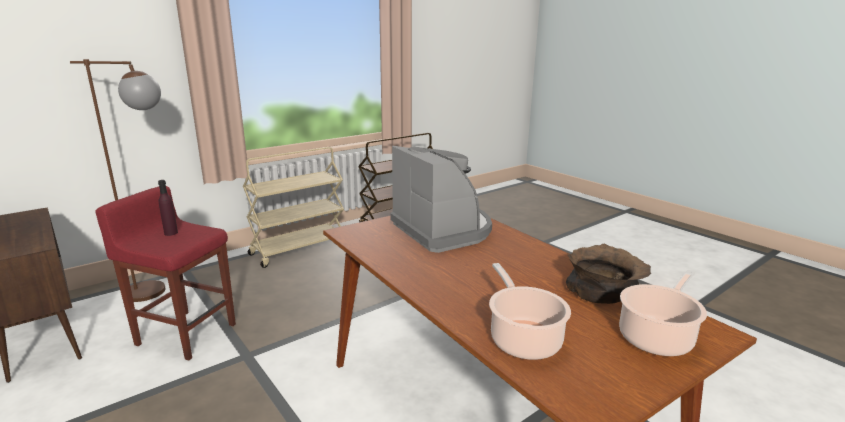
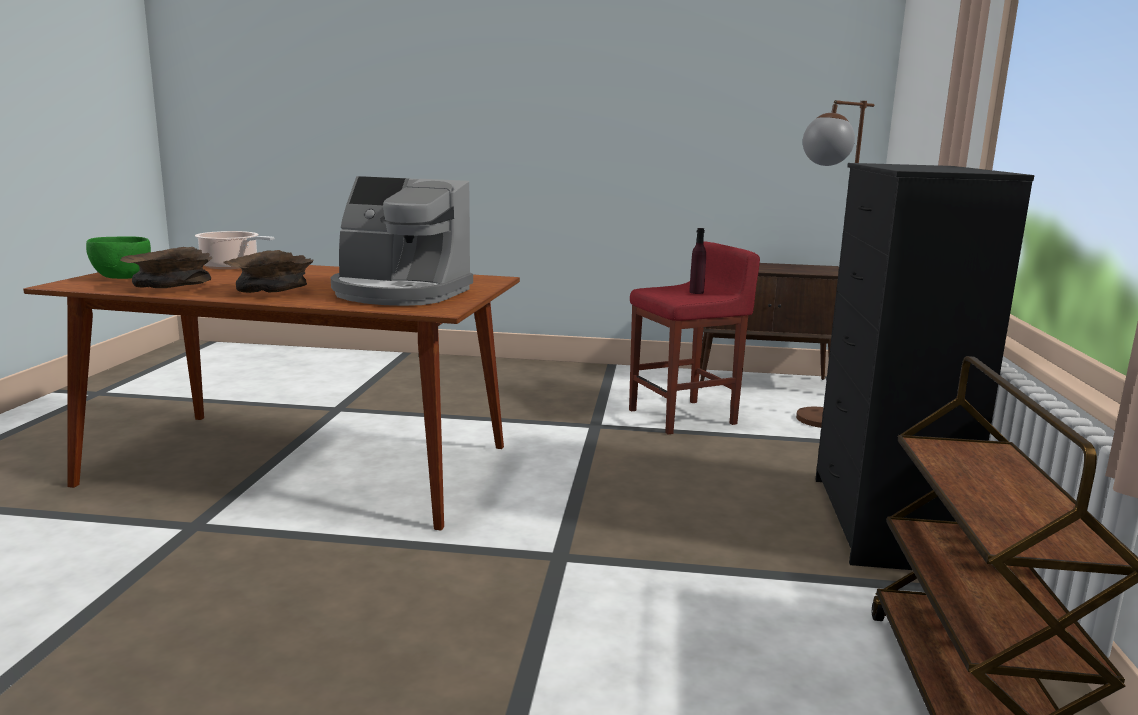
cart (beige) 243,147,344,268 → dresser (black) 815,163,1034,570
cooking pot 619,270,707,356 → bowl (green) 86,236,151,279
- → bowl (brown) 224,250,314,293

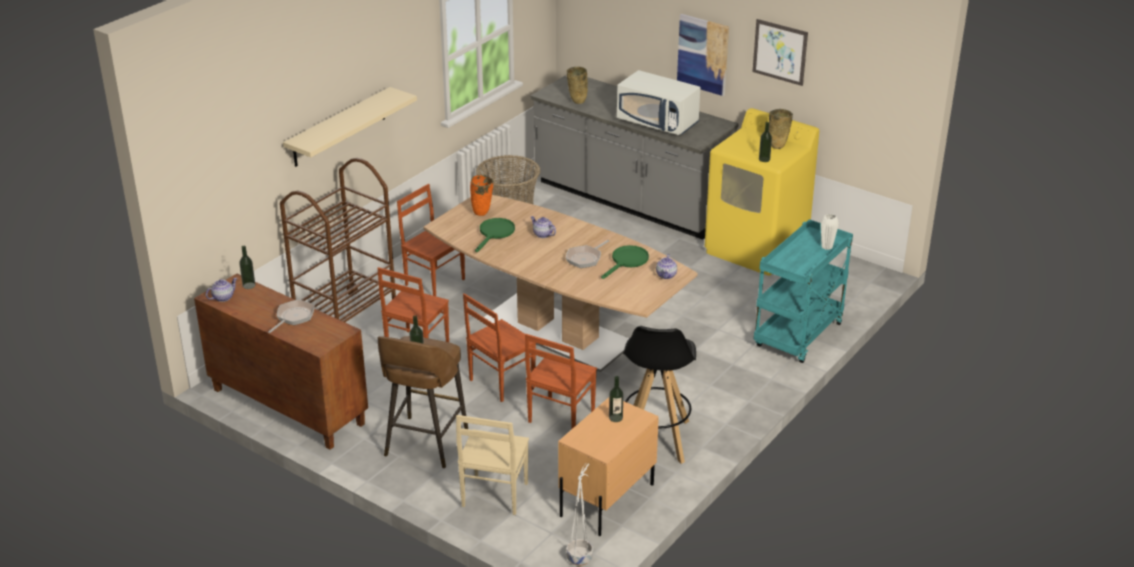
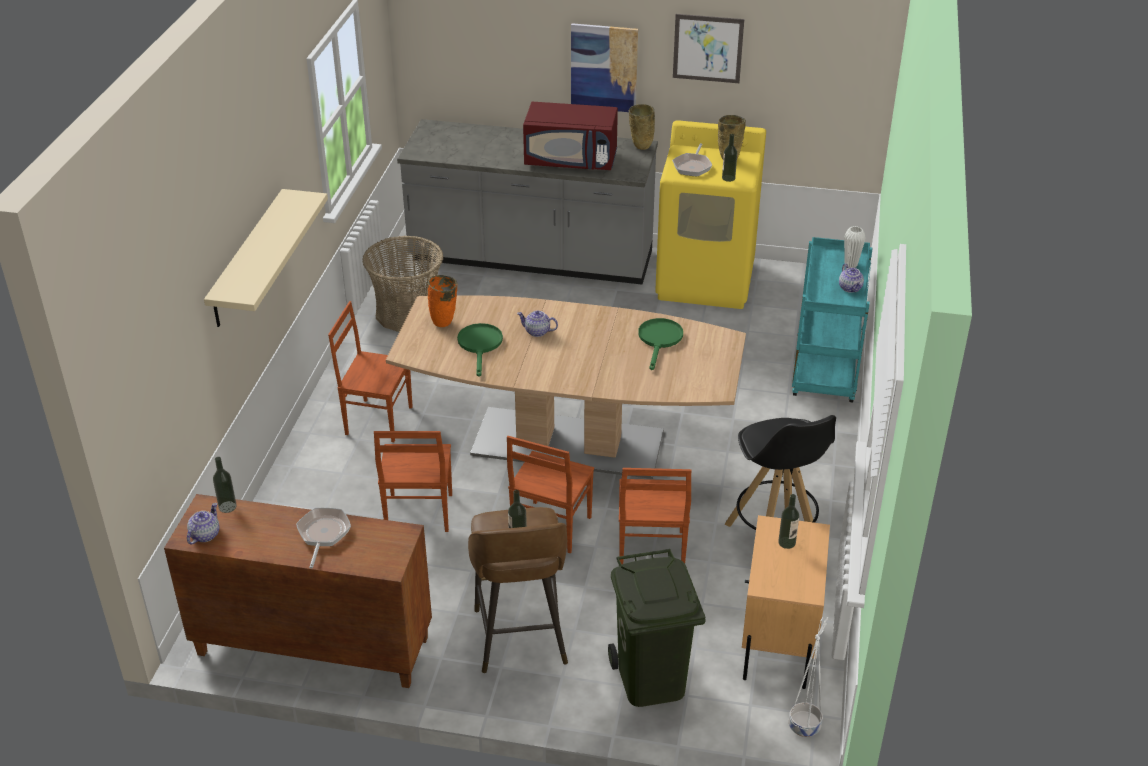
vase (beige) 566,67,588,104 → vase (beige) 629,104,655,150, relocated
microwave (white) 617,70,701,135 → microwave (red) 523,102,618,170
cart (brown) 280,158,396,322 → -
frying pan 566,240,609,268 → frying pan 672,143,712,176, relocated
teapot 656,254,677,279 → teapot 839,263,864,293, relocated
chair (beige) 456,415,529,515 → trash can (green) 608,549,705,707

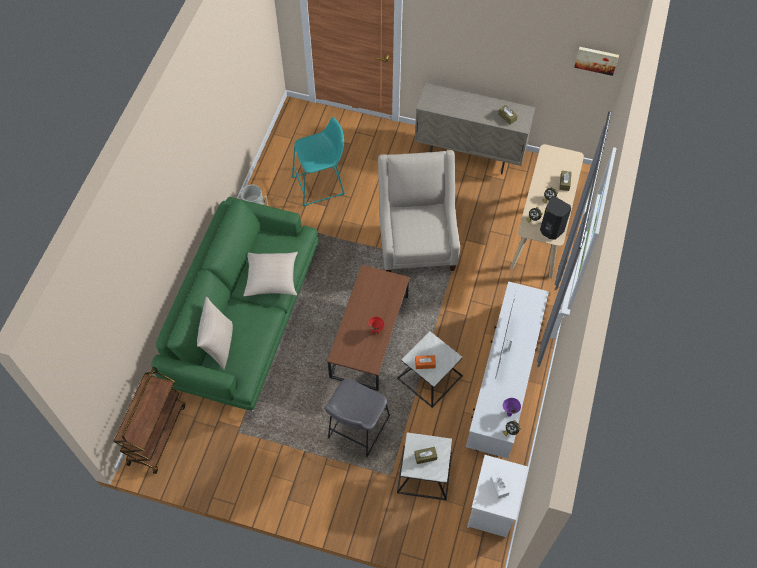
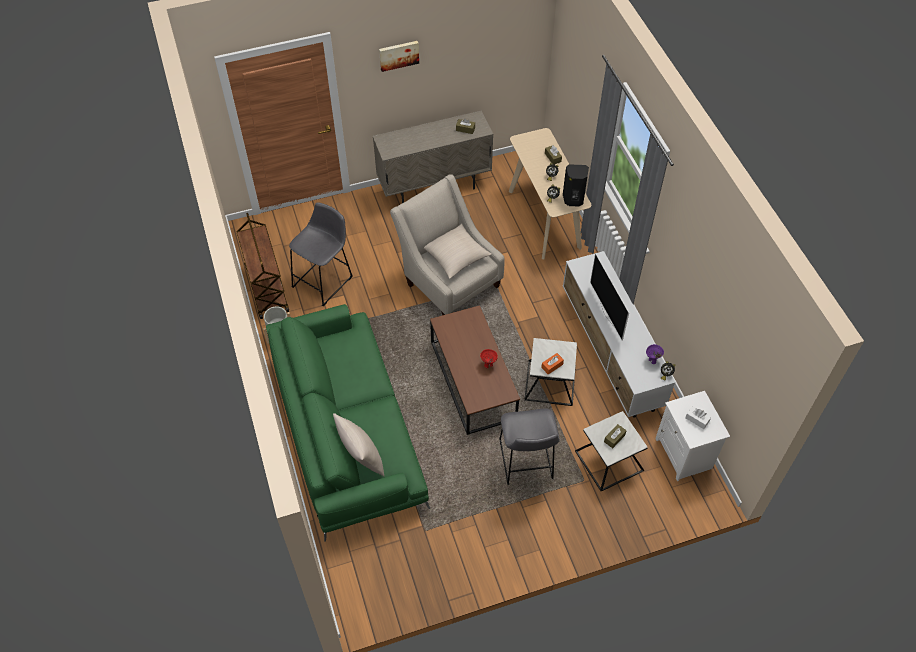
picture 574,47,619,76 → picture 379,41,419,72, relocated
stool (turquoise) 291,117,345,206 → stool (grey) 289,202,353,306
pillow (beige) 243,252,298,296 → pillow (beige) 424,223,492,279, relocated
cart (brown) 113,367,185,474 → cart (brown) 236,213,289,319, relocated

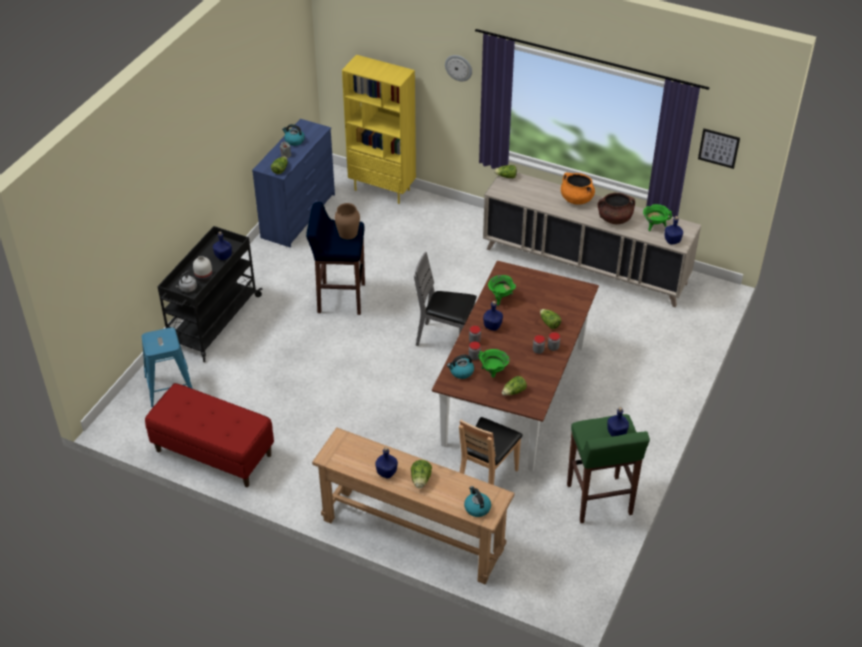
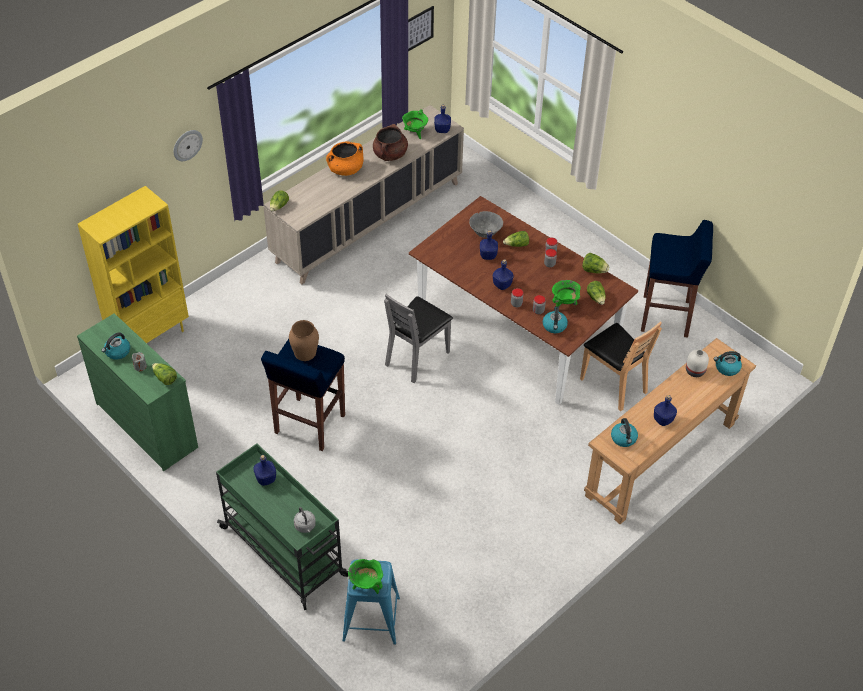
dresser (blue) 252,119,335,248 → dresser (green) 77,313,198,471
cart (black) 157,226,263,362 → cart (green) 216,443,348,610
vase (white) 193,256,213,282 → vase (white) 686,349,709,377, relocated
cooking pot (green) 488,275,516,306 → cooking pot (green) 348,559,383,594, relocated
bench (red) 145,383,274,487 → -
bottle (blue) 607,407,629,437 → bottle (blue) 480,230,498,260, relocated
stool (green) 567,414,650,523 → stool (blue) 641,220,713,338
lettuce 411,460,432,489 → lettuce 582,253,609,273, relocated
- → bowl (grey) 469,211,503,238
- → kettle 611,418,638,447

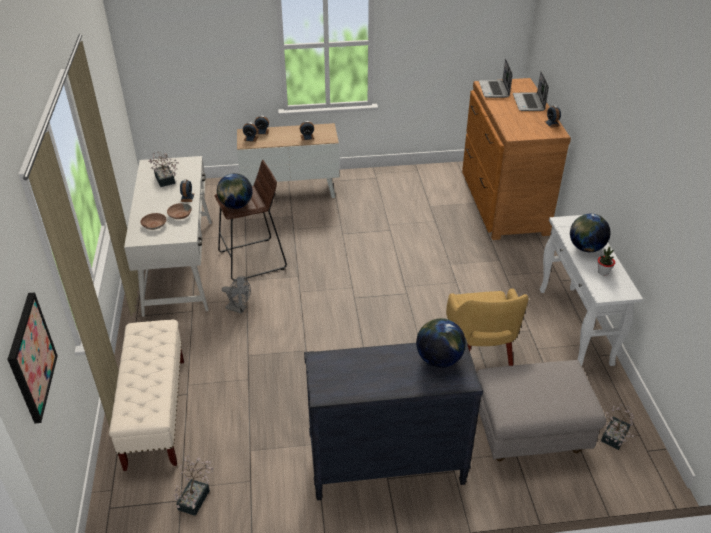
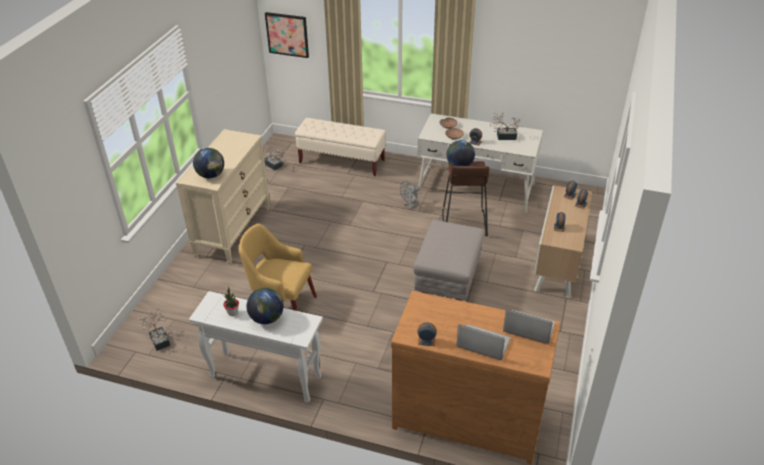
dresser (black) 304,338,483,500 → dresser (beige) 176,129,270,264
ottoman (grey) 477,360,606,461 → ottoman (grey) 413,219,485,301, relocated

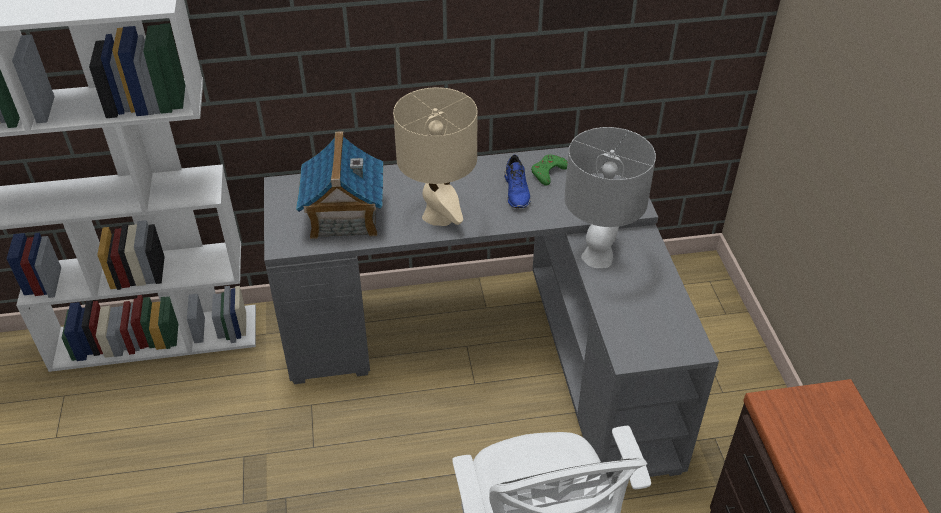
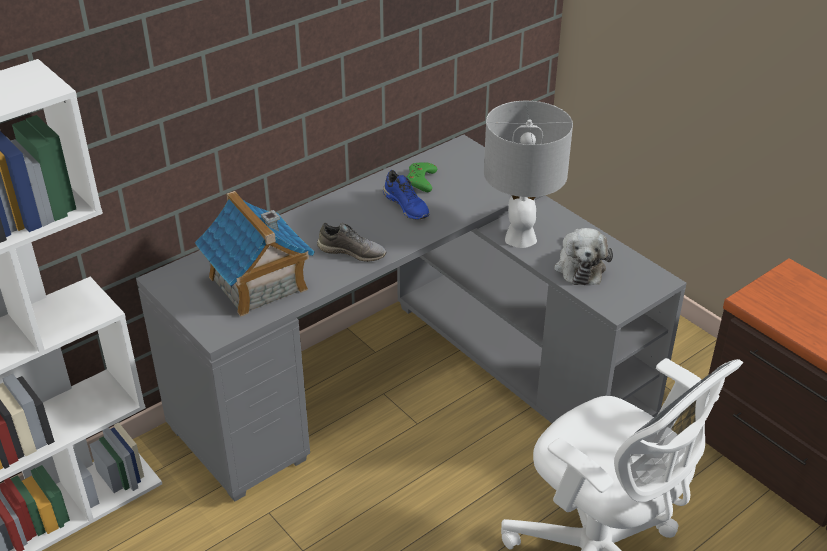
table lamp (beige) 393,87,477,226 → shoe (grey) 317,223,387,262
- → plush toy 554,228,613,285

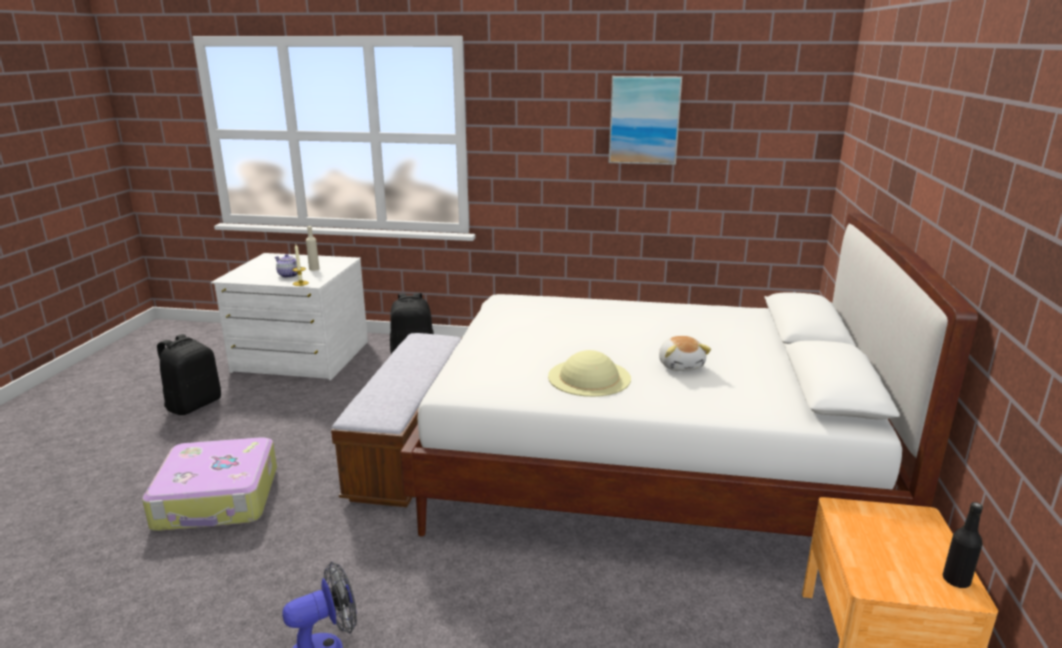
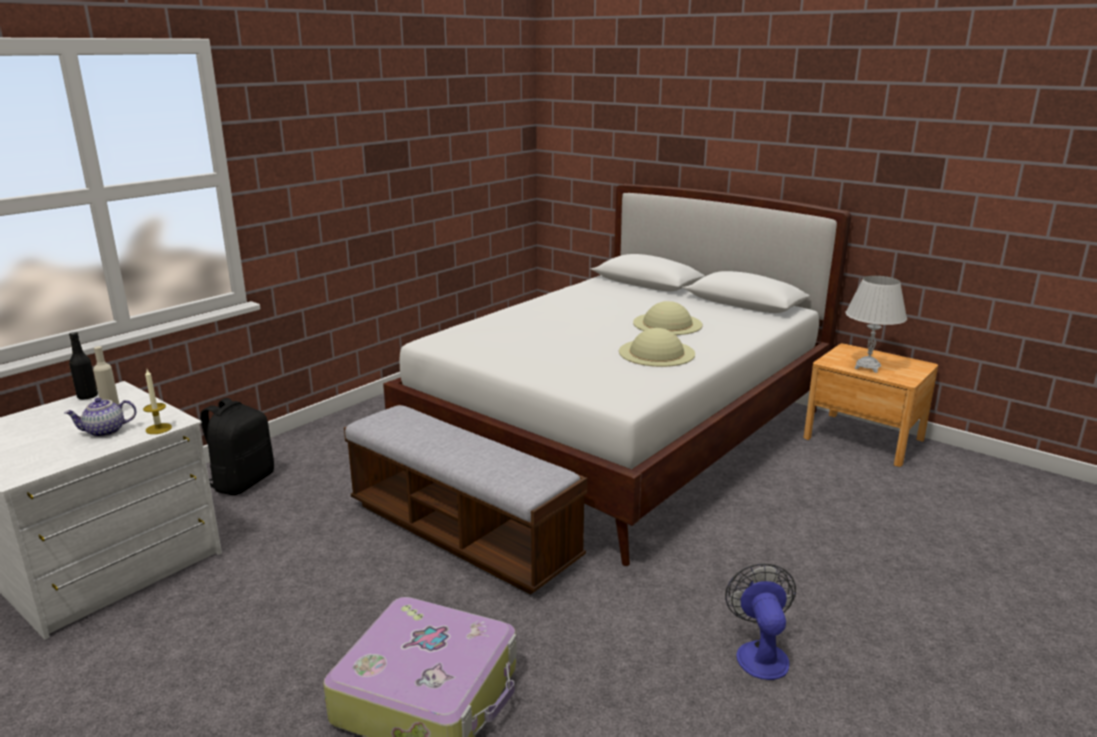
picture 609,76,682,165 → -
backpack (black) 157,334,221,415 → -
plush toy 659,336,711,371 → hat (beige) 633,301,703,335
bottle (black) 943,502,983,588 → bottle (black) 69,332,98,400, relocated
- → table lamp (white) 845,276,907,373

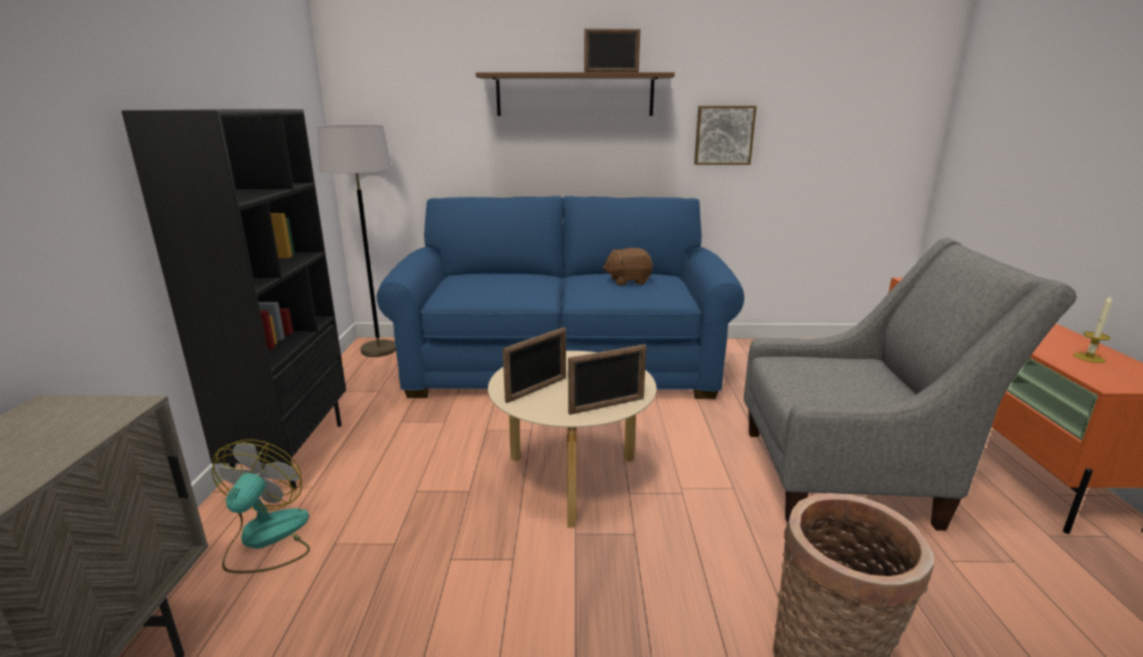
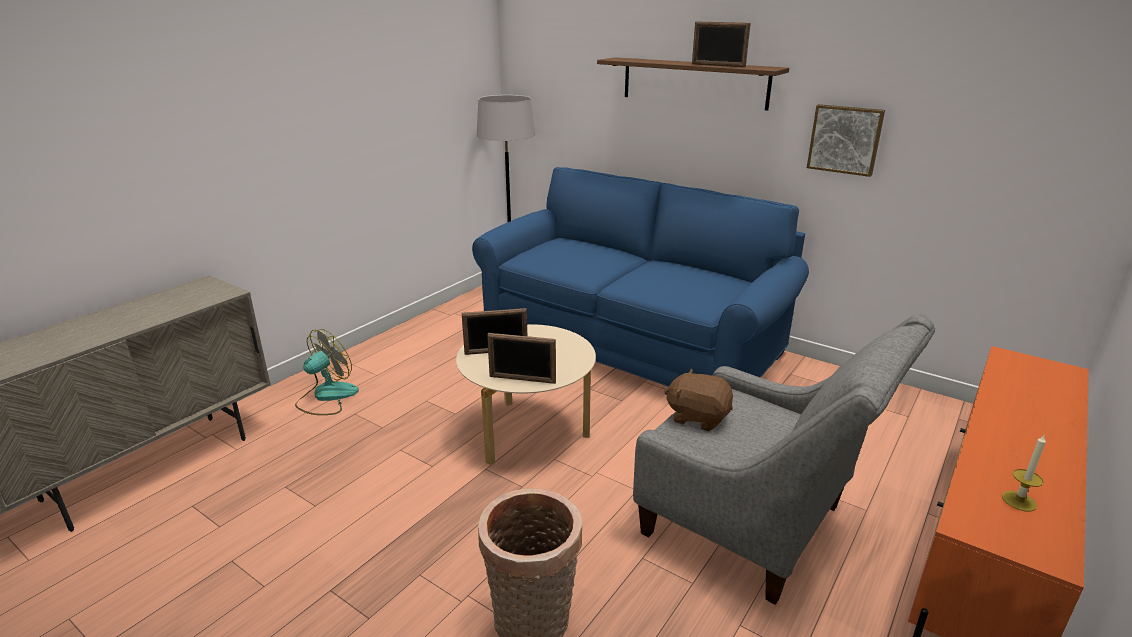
bookcase (black) 121,109,346,489 → -
plush toy (brown) 603,248,653,285 → plush toy (brown) 664,369,733,431, relocated

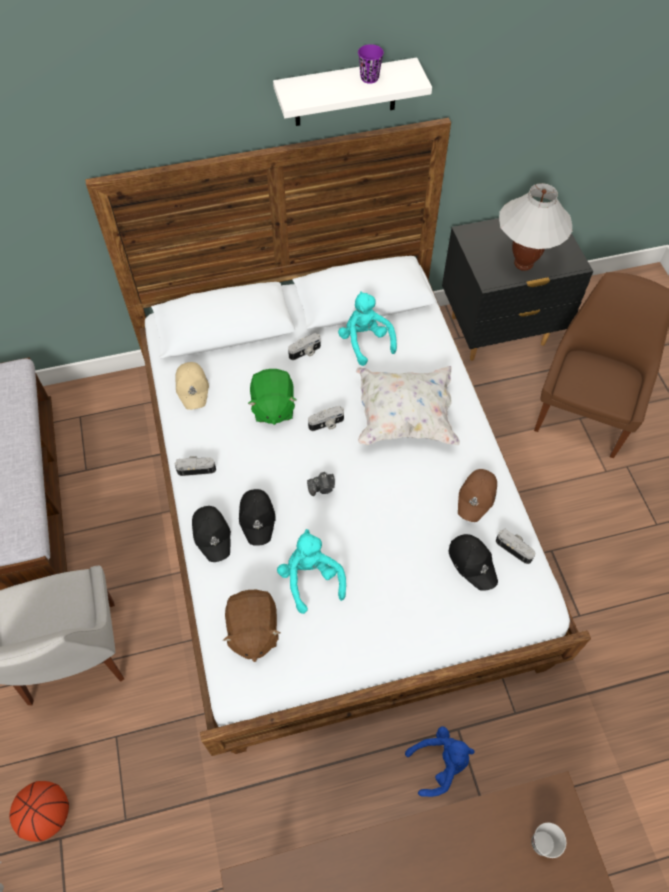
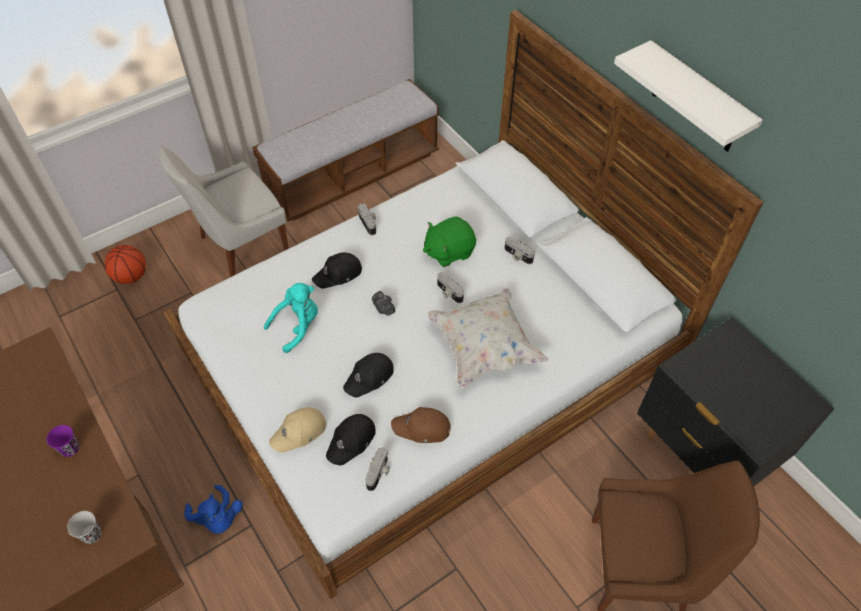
cup (purple) 358,44,384,84 → cup (purple) 47,425,79,457, relocated
table lamp (white) 499,183,572,271 → -
plush toy (turquoise) 338,291,397,366 → -
cap (beige) 175,362,209,410 → cap (beige) 269,407,326,453, relocated
cap (black) 192,506,231,562 → cap (black) 343,353,394,398, relocated
plush toy (brown) 223,590,280,662 → -

